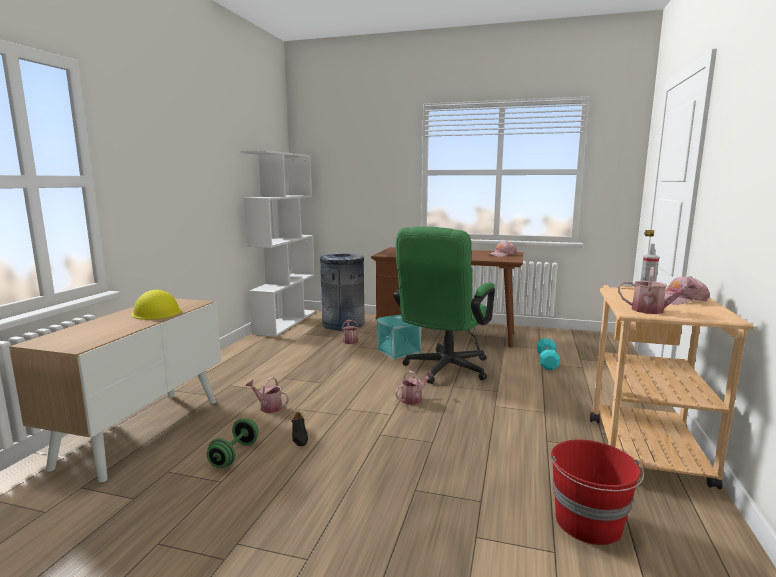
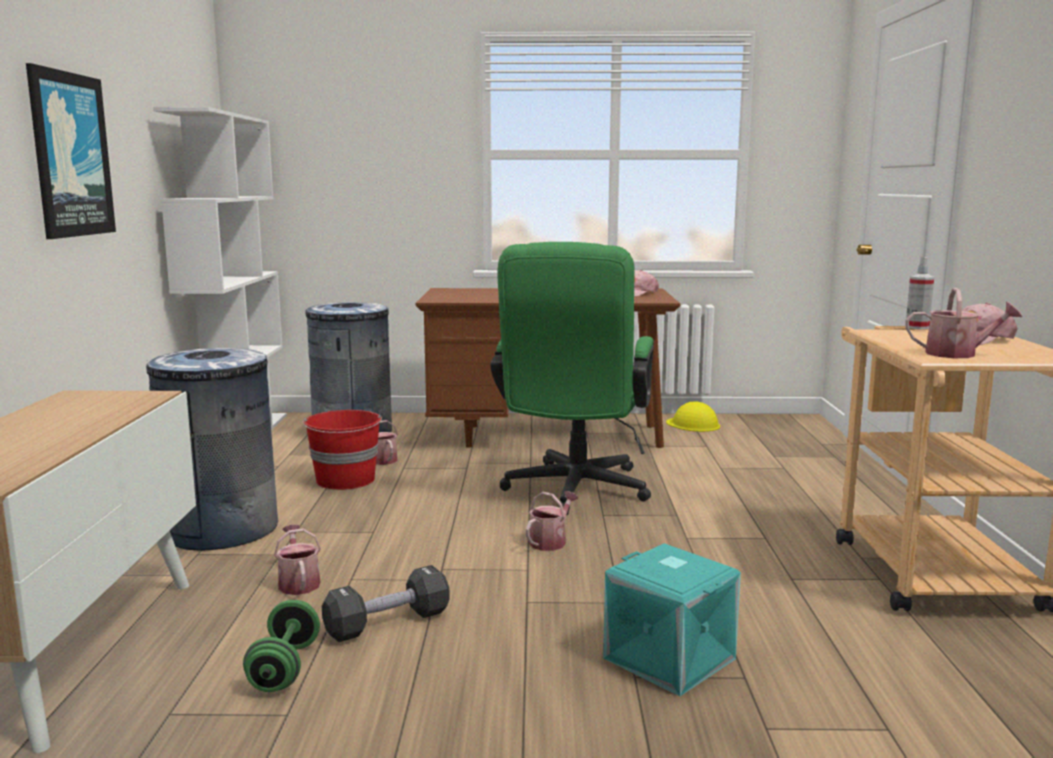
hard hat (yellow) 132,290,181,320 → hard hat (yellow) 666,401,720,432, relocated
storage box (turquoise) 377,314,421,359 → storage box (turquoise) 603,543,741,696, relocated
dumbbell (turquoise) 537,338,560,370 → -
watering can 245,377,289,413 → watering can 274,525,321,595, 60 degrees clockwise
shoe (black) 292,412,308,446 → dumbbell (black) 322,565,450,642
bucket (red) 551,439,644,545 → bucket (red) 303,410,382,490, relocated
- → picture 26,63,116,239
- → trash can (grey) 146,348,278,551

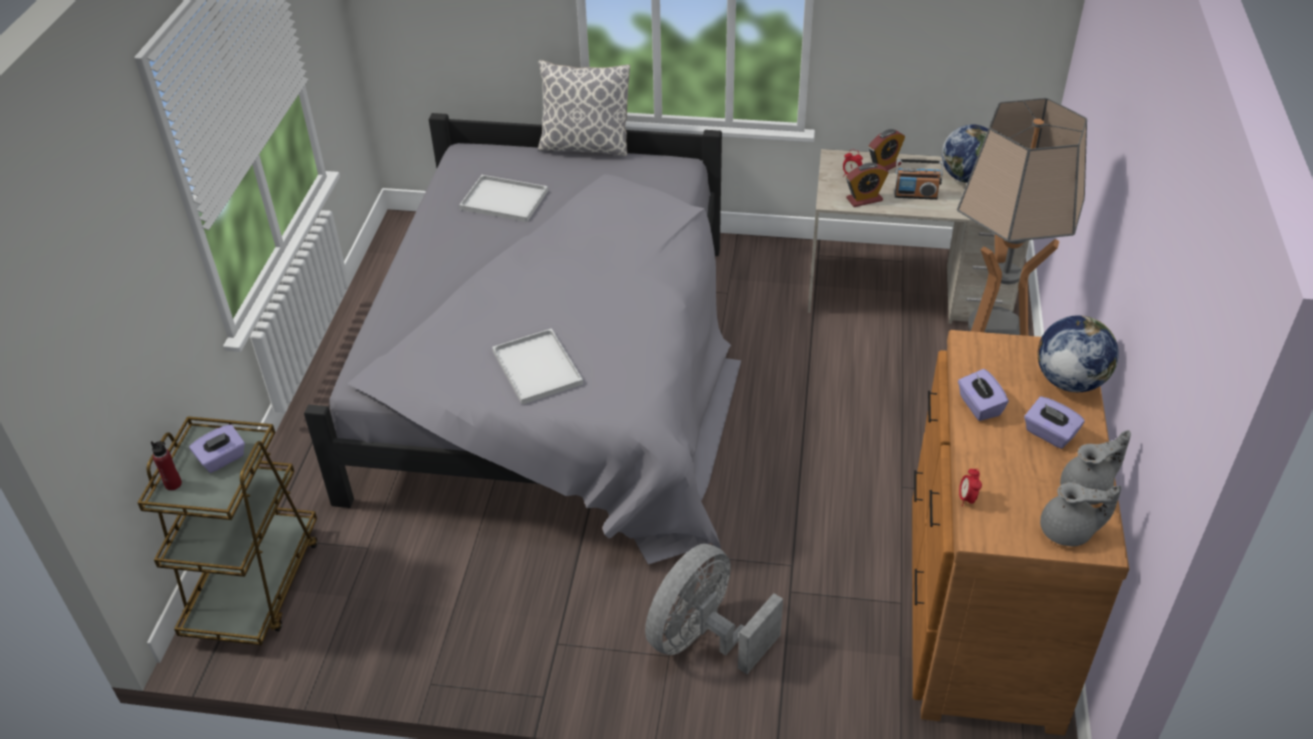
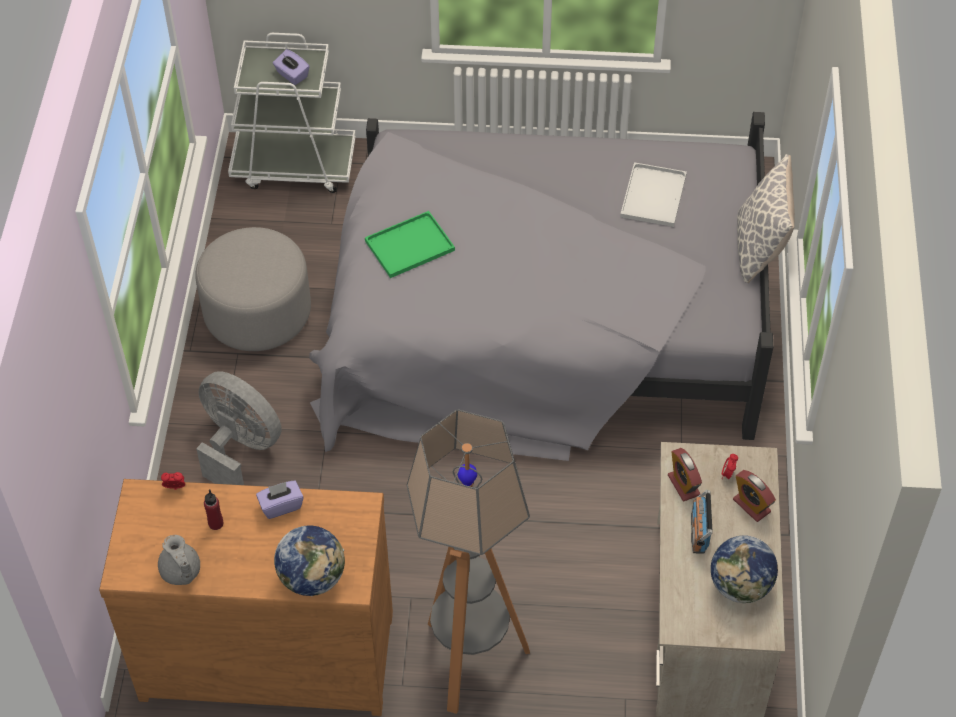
tray (white) 492,328,583,405 → tray (green) 365,211,455,278
tissue box (purple) 1024,396,1085,449 → -
cart (brown) 137,416,318,645 → cart (white) 228,33,356,193
bottle (red) 151,441,182,490 → bottle (red) 204,490,223,530, relocated
teapot (grey) 1040,482,1122,546 → -
- → ottoman (grey) 195,227,311,351

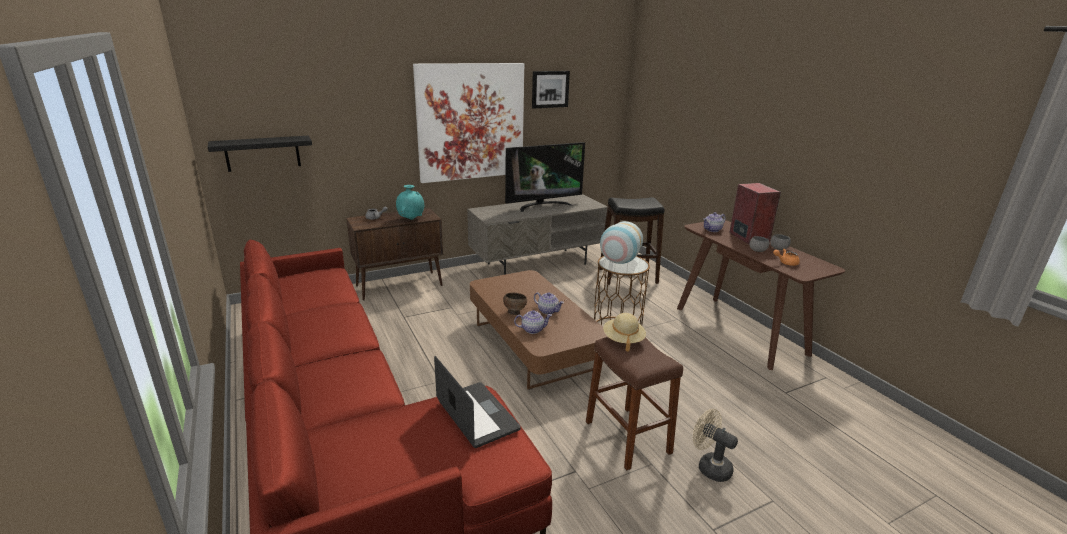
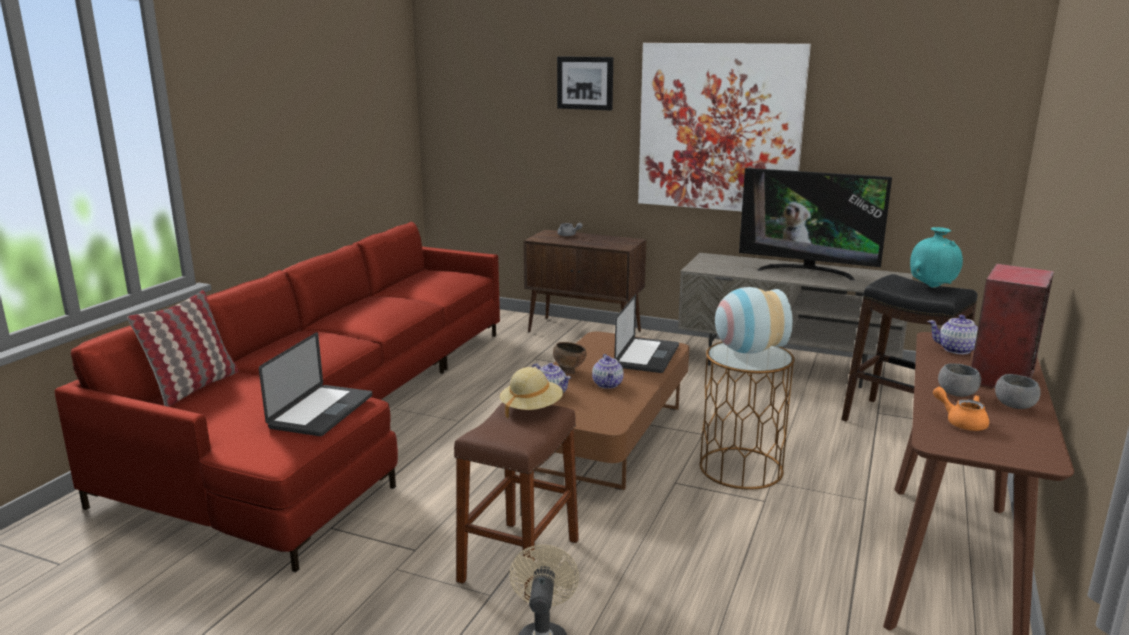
picture 532,71,570,109 → picture 557,56,613,110, relocated
shelf (black) 208,136,312,172 → -
vase (turquoise) 396,185,424,220 → vase (turquoise) 910,227,963,288, relocated
- → pillow 127,290,239,407
- → laptop 615,294,679,373

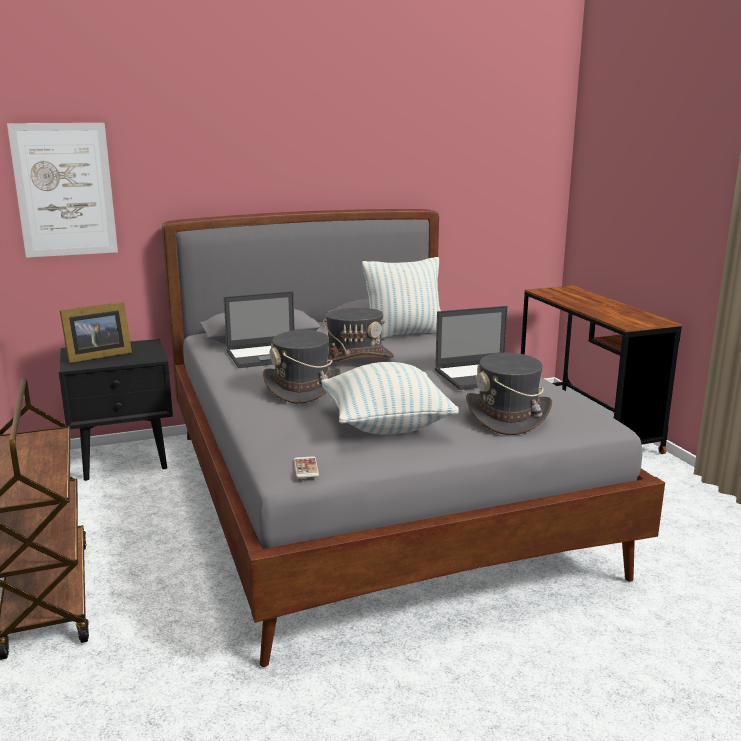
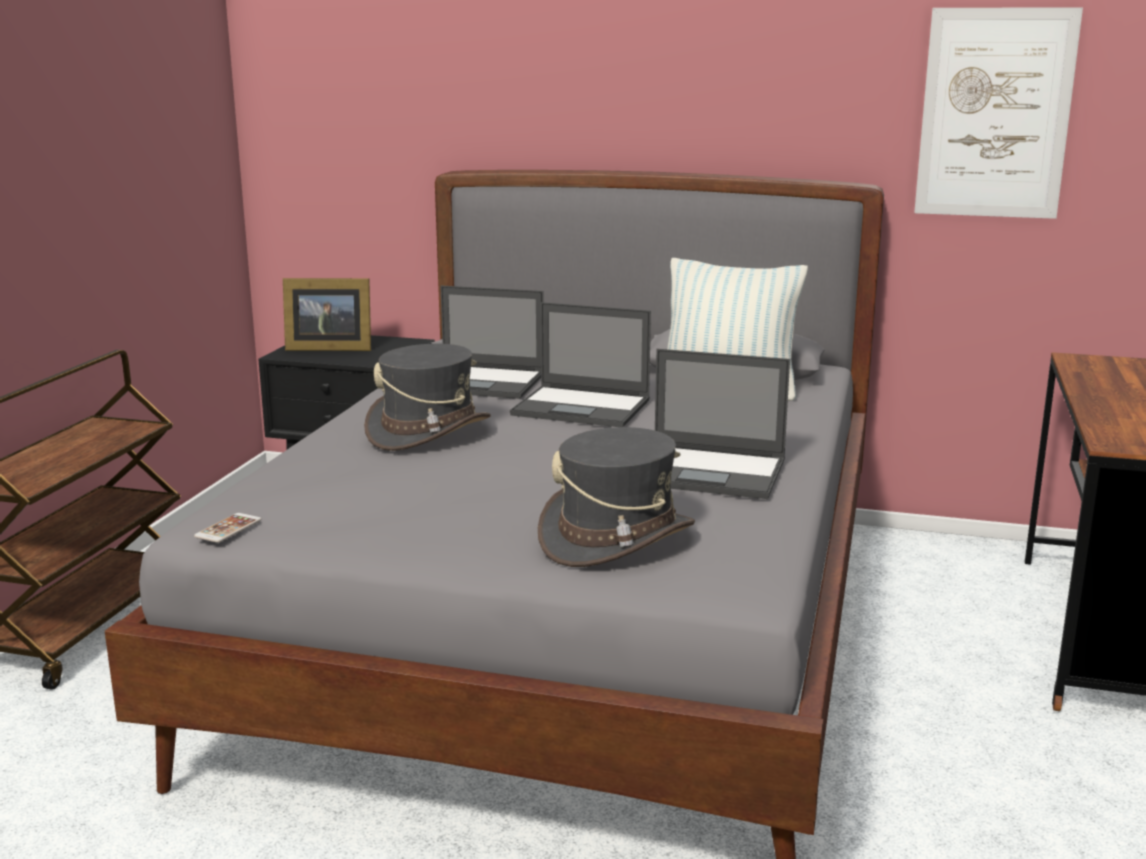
picture 7,123,118,258 → picture 914,7,1083,219, relocated
hat (grey) 323,308,394,363 → laptop 510,302,651,427
pillow 321,362,459,434 → -

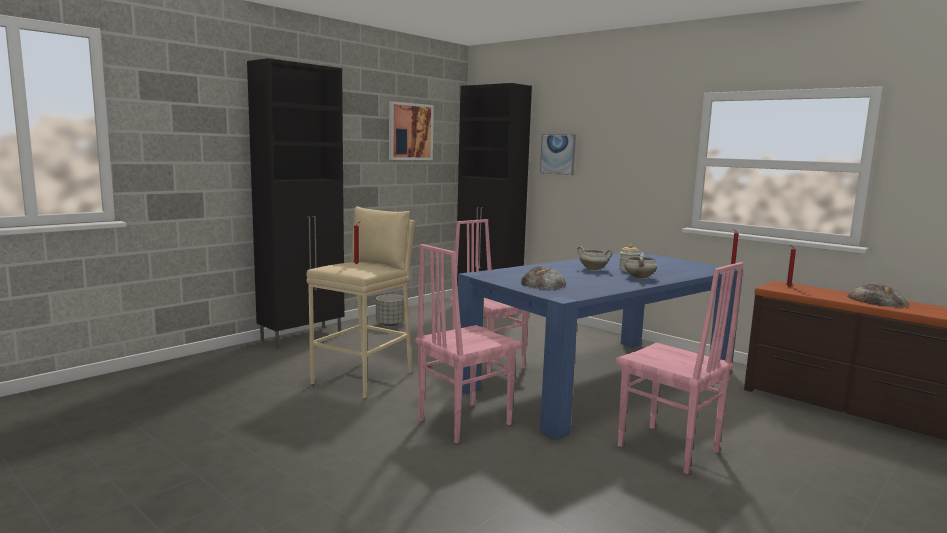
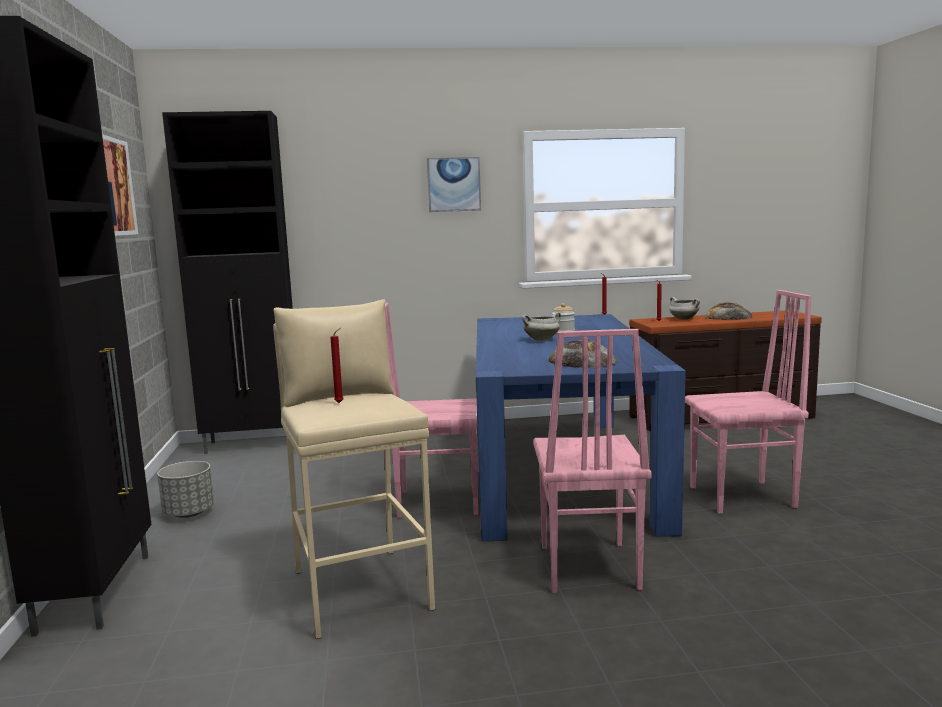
picture 540,134,576,175 → picture 427,157,481,212, relocated
cooking pot (white) 624,253,657,278 → cooking pot (white) 669,297,700,320, relocated

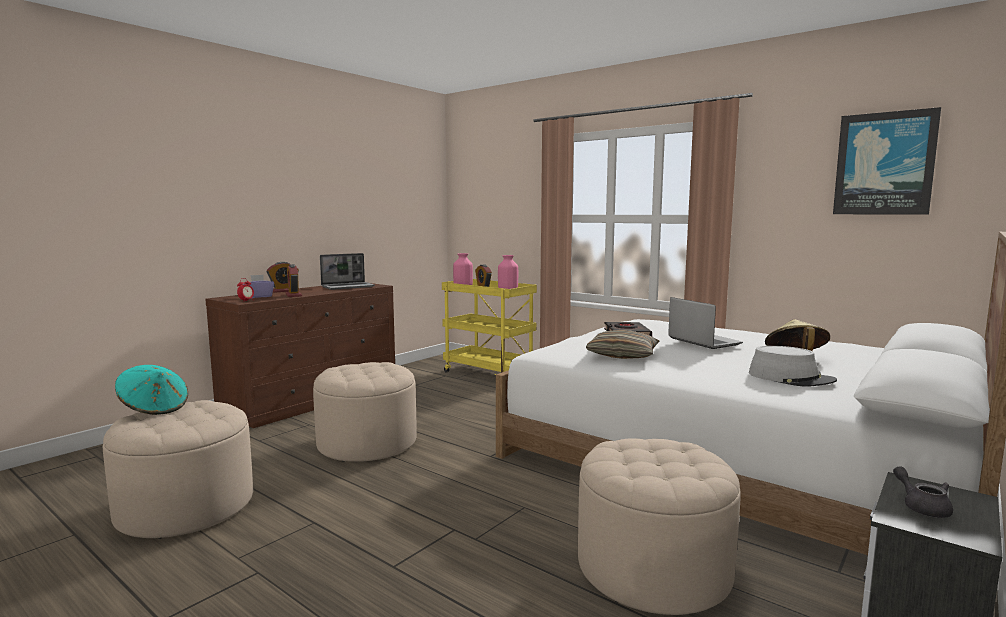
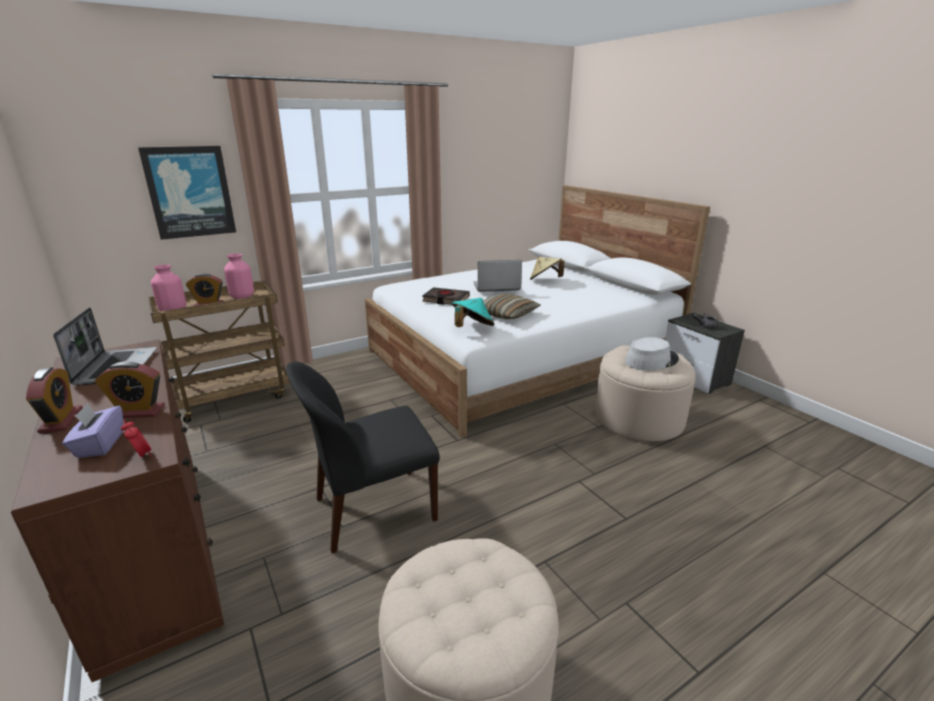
picture 833,107,941,214 → picture 138,146,236,240, relocated
cart (yellow) 442,279,537,375 → cart (brown) 149,281,290,423
hat (grey) 749,346,837,387 → hat (grey) 625,337,679,371, relocated
ottoman (beige) 313,362,417,462 → chair (black) 286,362,439,553
hat (turquoise) 115,365,188,415 → hat (turquoise) 451,298,494,327, relocated

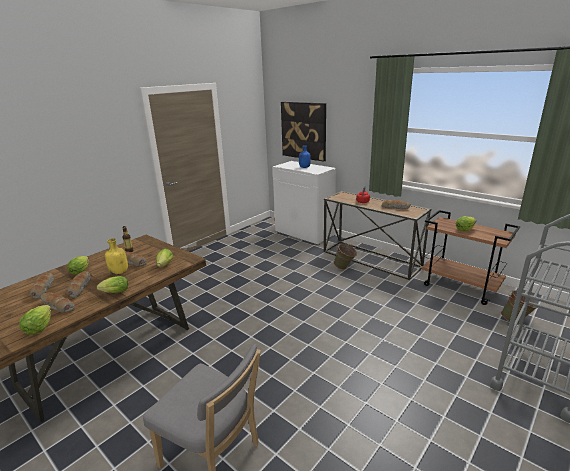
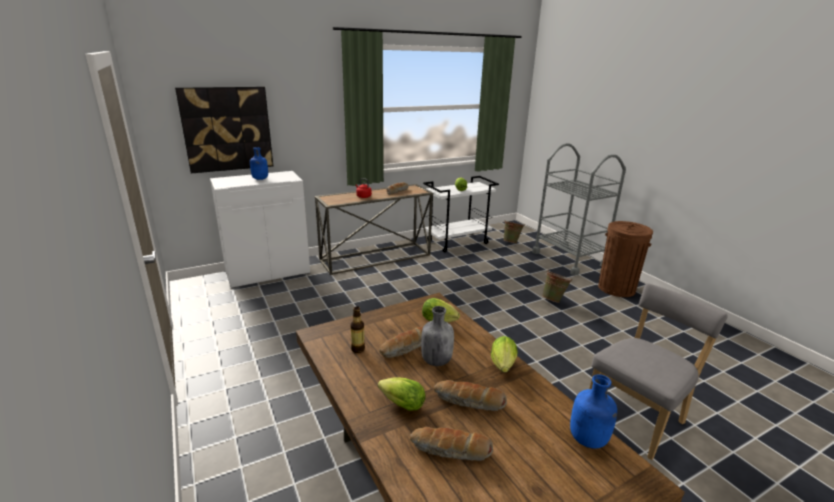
cart (brown) 421,210,520,305 → cart (white) 423,176,499,252
bottle (yellow) 105,238,128,275 → bottle (grey) 421,306,454,366
bucket (green) 334,244,357,269 → bucket (green) 542,270,572,303, relocated
bread 40,292,75,313 → -
lettuce 19,305,51,335 → bottle (blue) 570,374,617,449
- → trash can (brown) 598,221,653,297

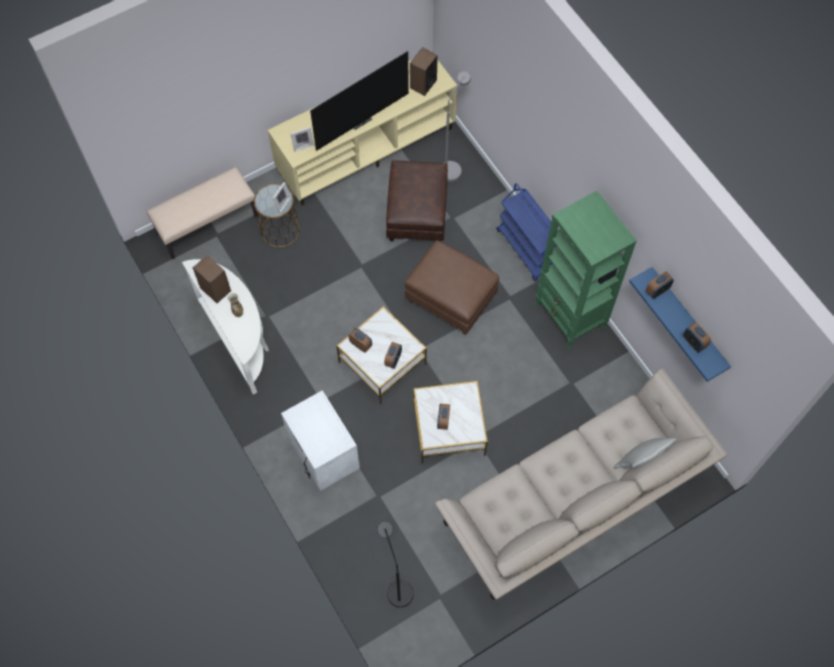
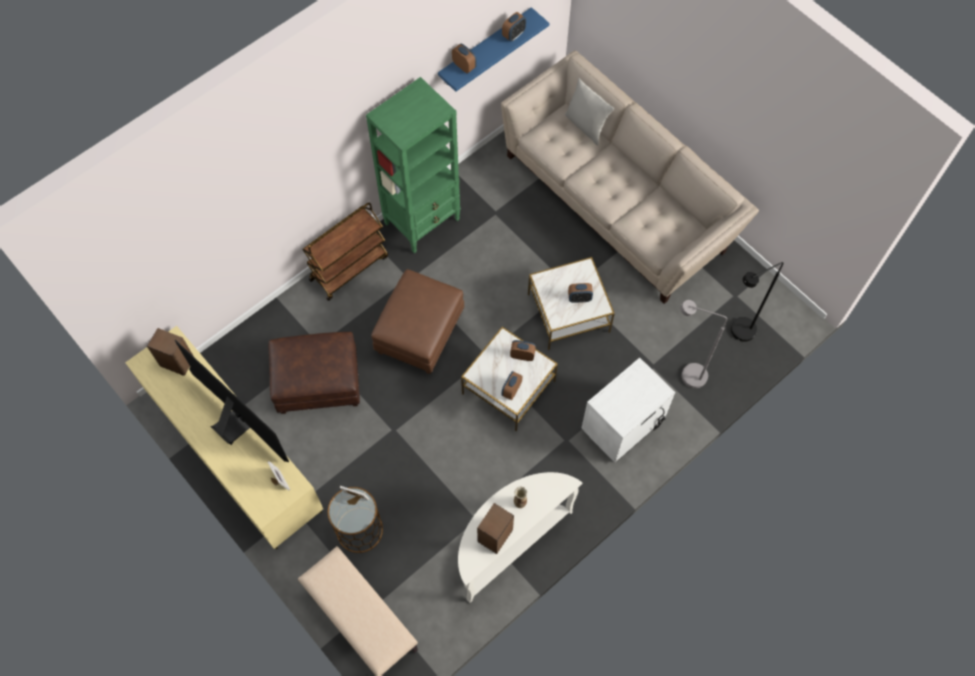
floor lamp (grey) 444,71,471,182 → floor lamp (grey) 680,300,727,388, relocated
cart (blue) 496,183,557,281 → cart (brown) 302,203,388,301

